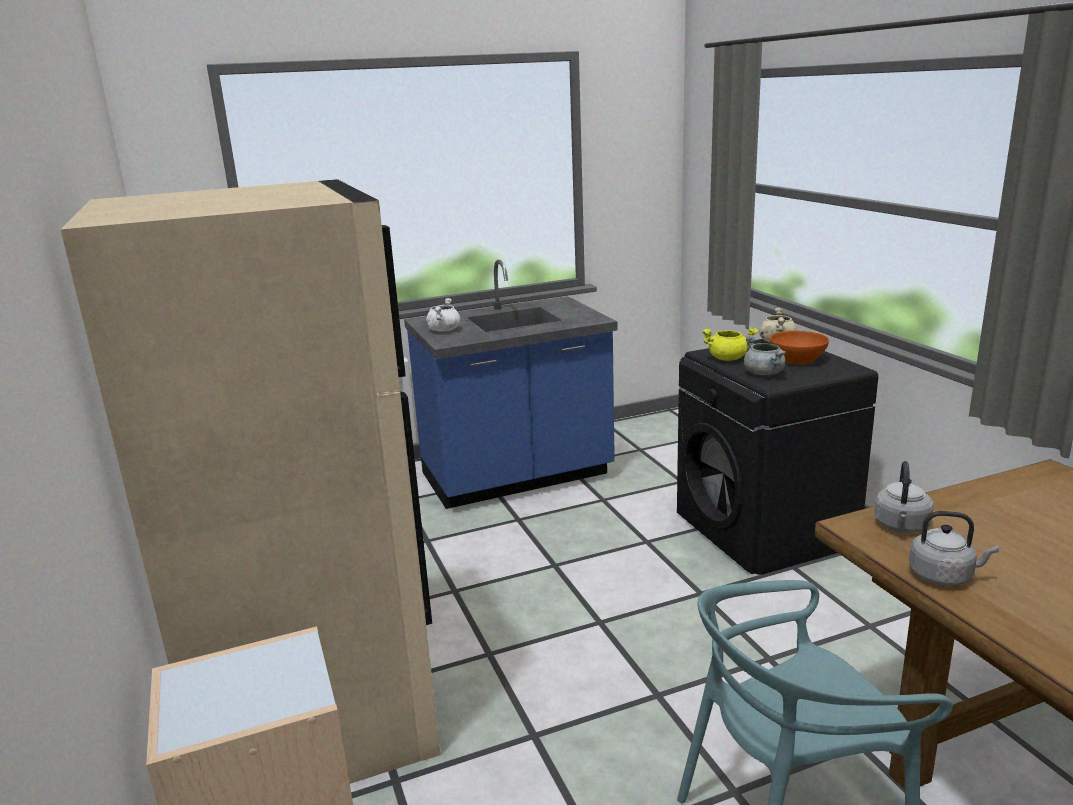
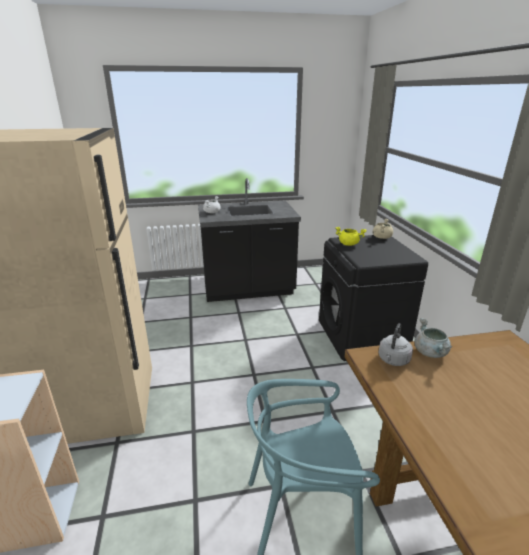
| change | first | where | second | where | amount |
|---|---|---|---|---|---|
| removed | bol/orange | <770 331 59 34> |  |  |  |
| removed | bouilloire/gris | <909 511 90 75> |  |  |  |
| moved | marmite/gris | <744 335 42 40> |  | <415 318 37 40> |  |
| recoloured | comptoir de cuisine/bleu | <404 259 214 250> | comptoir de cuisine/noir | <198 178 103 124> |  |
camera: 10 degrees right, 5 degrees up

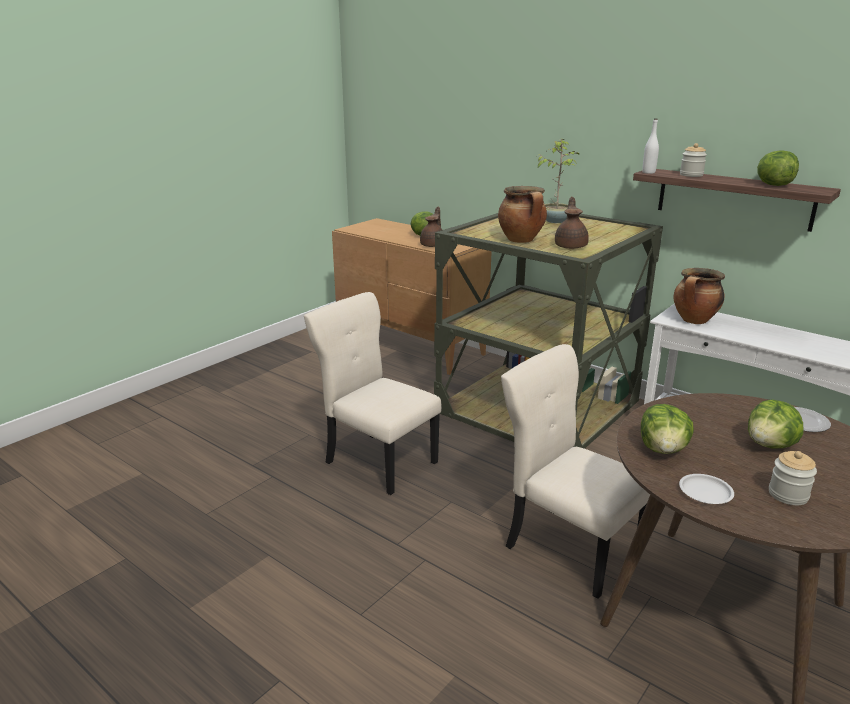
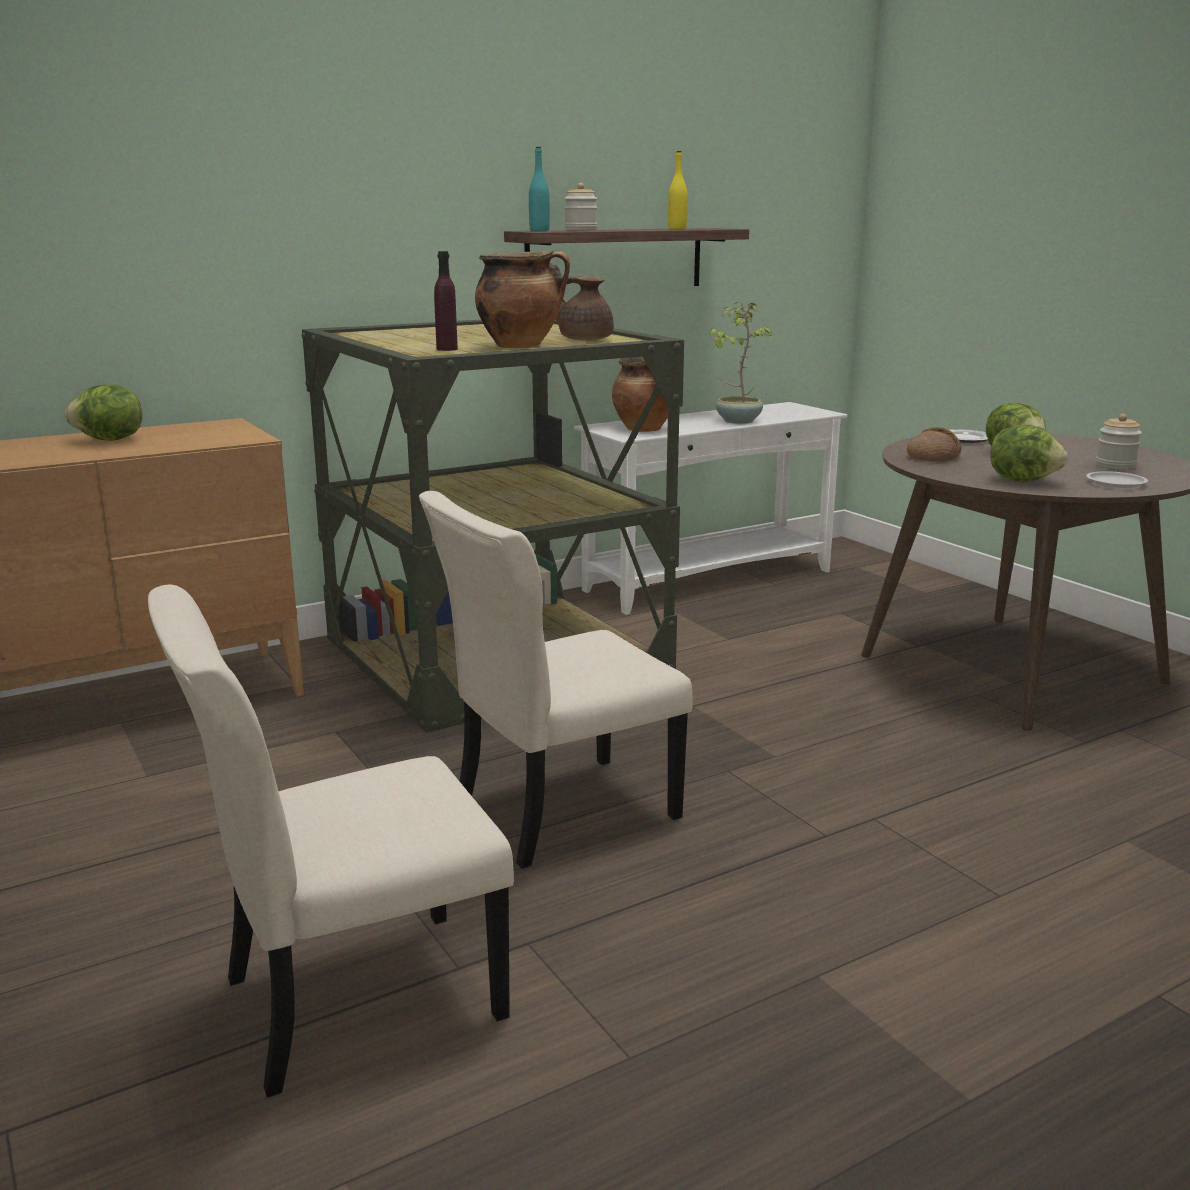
| change | first | where | second | where | amount |
|---|---|---|---|---|---|
| removed | théière/marron | <420 206 22 41> |  |  |  |
| added |  |  | bouteille/violet | <434 251 24 100> |  |
| added |  |  | pain | <907 427 55 34> |  |
| moved | chaise/beige | <501 344 149 255> |  | <148 585 366 513> |  |
| moved | plante en pot | <537 139 43 84> |  | <709 302 63 122> |  |
| replaced | laitue | <757 150 42 36> | bouteille/jaune | <668 151 20 78> |  |
| recoloured | bouteille/blanc | <642 118 17 56> | bouteille/turquoise | <529 147 21 84> |  |
camera: 70 degrees left, 5 degrees down

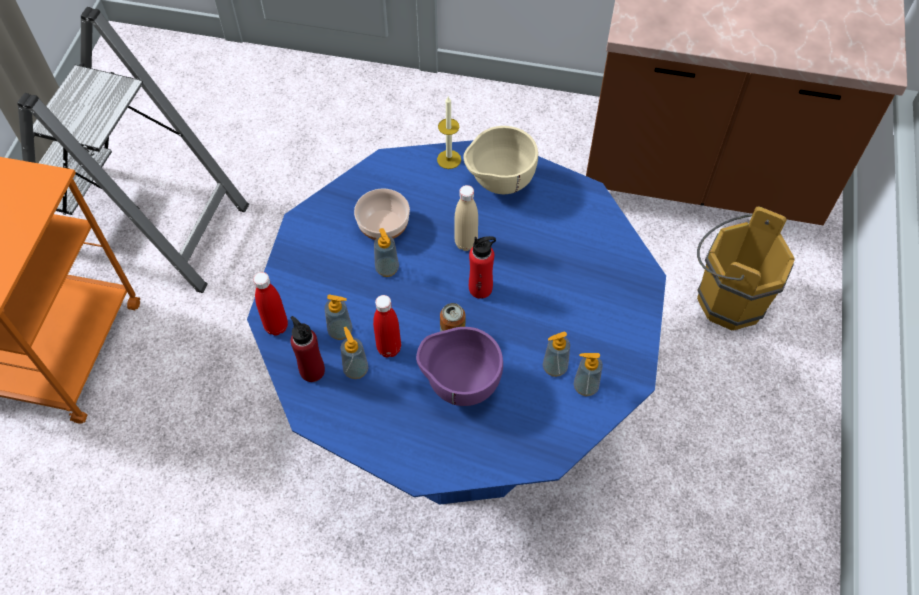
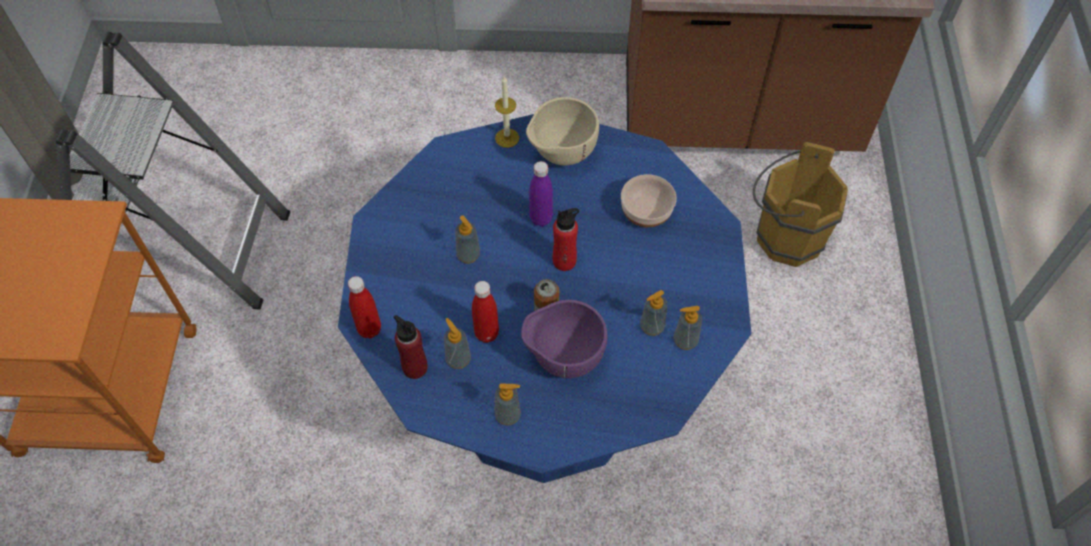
| change | first | where | second | where | amount |
|---|---|---|---|---|---|
| moved | distributeur de savon | <325 295 27 45> |  | <494 383 27 43> |  |
| moved | bol | <354 189 56 51> |  | <621 174 56 54> |  |
| recoloured | bouteille/beige | <455 185 23 66> | bouteille/violet | <529 161 24 66> |  |
camera: 10 degrees left, 0 degrees up

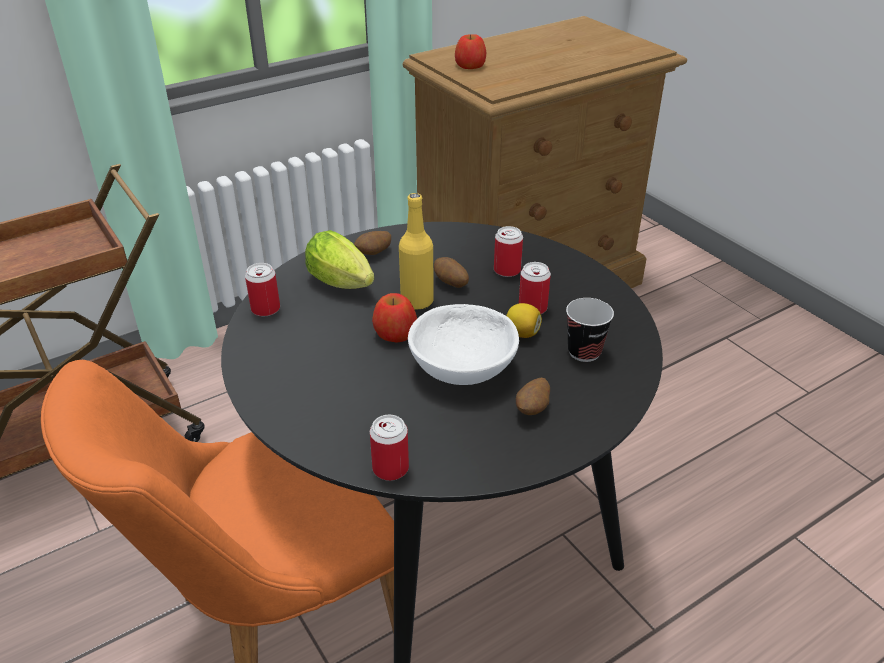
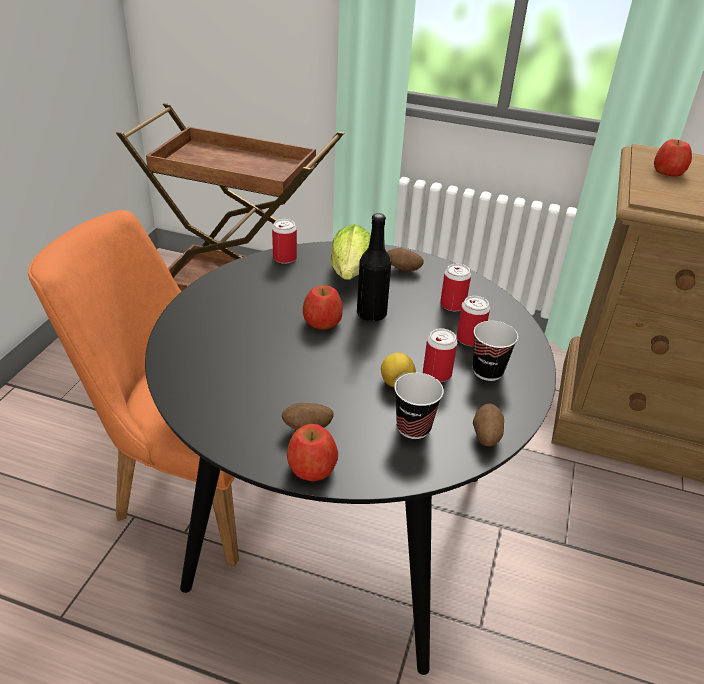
| change | first | where | second | where | amount |
|---|---|---|---|---|---|
| removed | bol/blanc | <408 304 111 81> |  |  |  |
| added |  |  | pomme | <287 424 51 57> |  |
| added |  |  | tasse | <473 321 45 60> |  |
| moved | boîte métallique | <370 415 39 66> |  | <440 263 31 48> |  |
| moved | pomme de terre | <434 257 35 31> |  | <473 403 31 44> |  |
| recoloured | bouteille/jaune | <399 193 35 117> | bouteille/noir | <357 213 34 108> |  |
camera: 50 degrees right, 0 degrees up

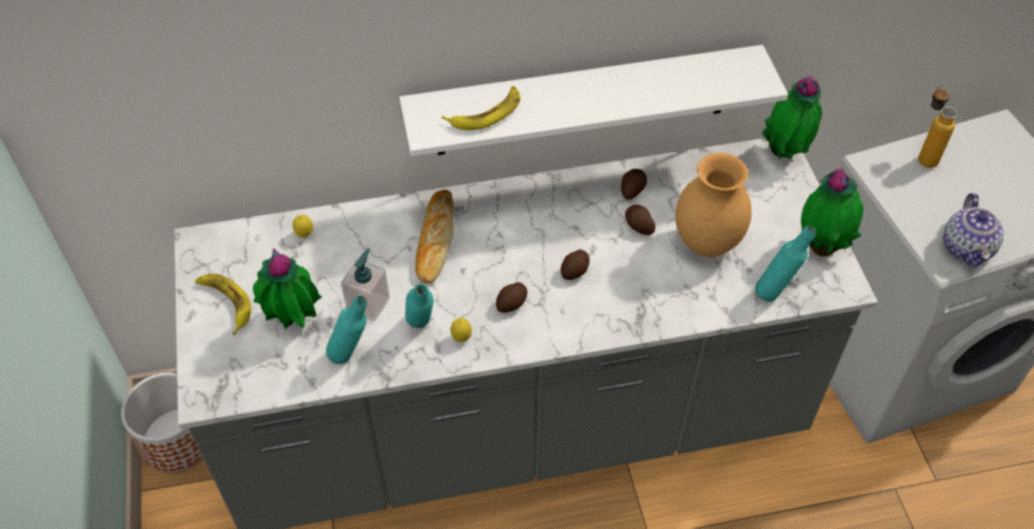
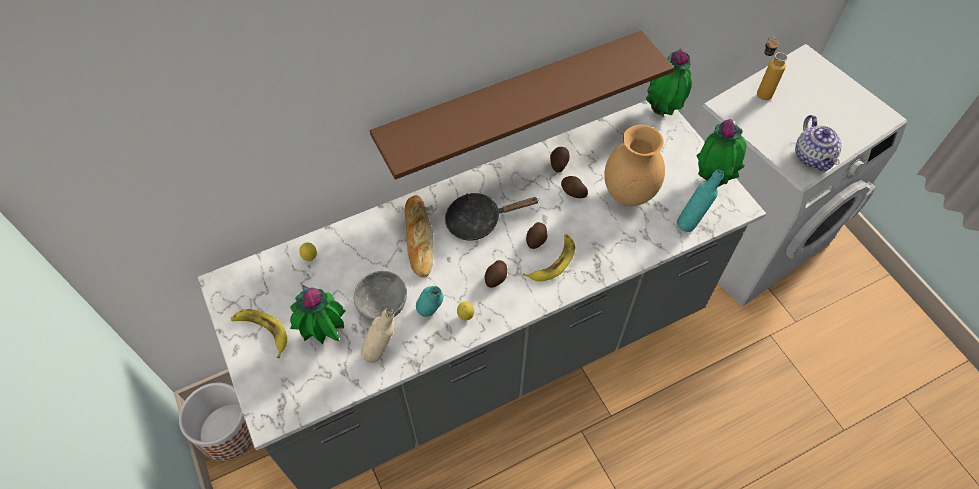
| change | first | where | second | where | amount |
|---|---|---|---|---|---|
| added |  |  | poêle/noir | <445 193 95 48> |  |
| moved | banane | <442 86 79 44> |  | <523 234 52 47> |  |
| replaced | distributeur de savon | <341 249 49 73> | bol/gris | <354 271 53 50> |  |
| recoloured | bouteille/turquoise | <326 295 41 69> | bouteille/beige | <361 308 33 55> |  |
| recoloured | étagère/blanc | <399 45 389 111> | étagère/marron | <370 31 305 149> |  |
camera: 15 degrees left, 5 degrees up

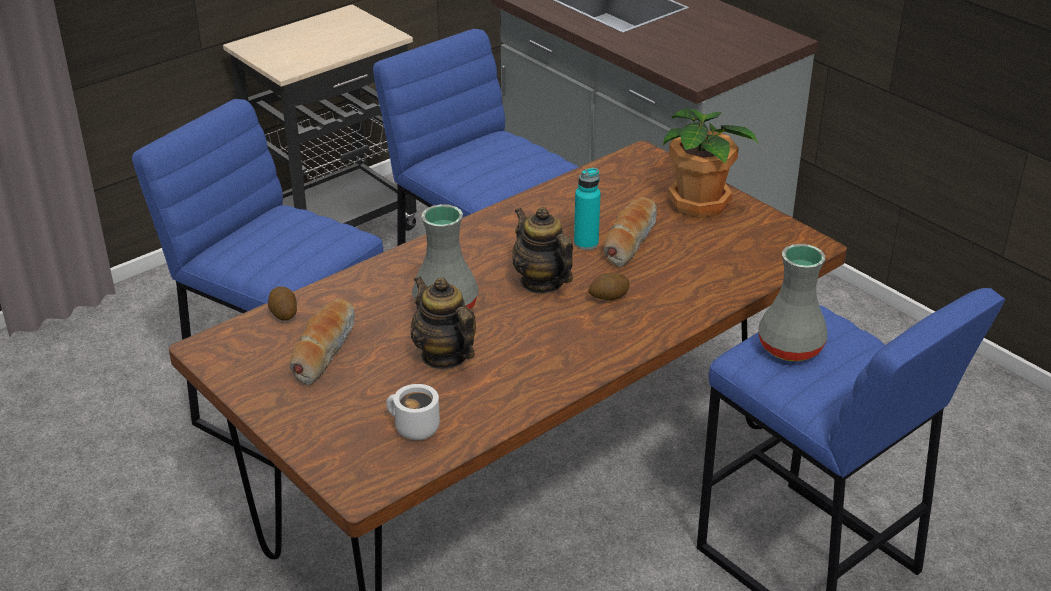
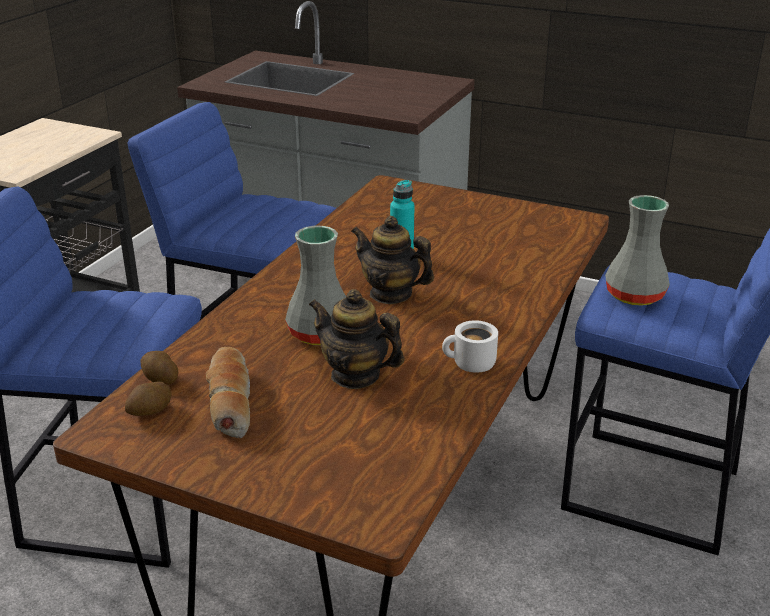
| change | first | where | second | where | amount |
|---|---|---|---|---|---|
| removed | pain | <604 197 53 71> |  |  |  |
| removed | plante en pot | <663 108 95 110> |  |  |  |
| moved | mug/blanc | <386 384 54 56> |  | <442 320 56 53> |  |
| moved | pomme de terre | <588 273 42 27> |  | <125 381 46 35> |  |
camera: 25 degrees left, 5 degrees down

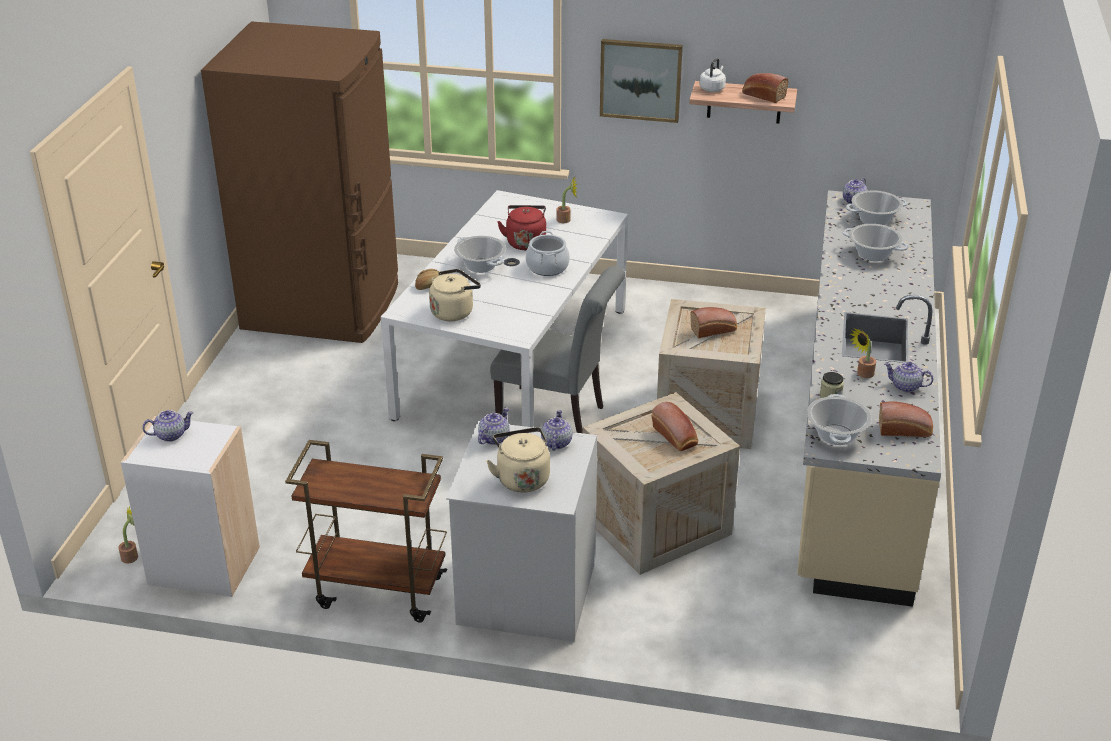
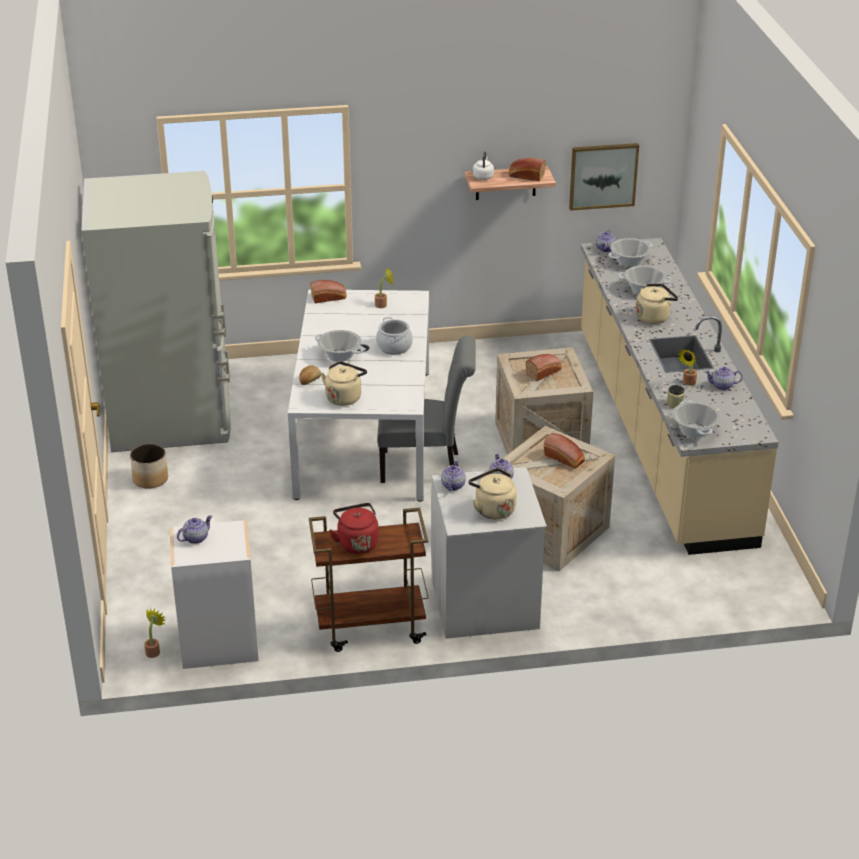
| change | first | where | second | where | amount |
|---|---|---|---|---|---|
| added |  |  | cache-pot | <130 444 38 45> |  |
| added |  |  | bouilloire/beige | <636 284 42 40> |  |
| moved | bouilloire/rouge | <497 205 49 45> |  | <329 503 50 51> |  |
| moved | tableau | <600 39 83 84> |  | <569 143 70 68> |  |
| moved | pain | <879 402 54 35> |  | <310 280 36 24> |  |
| recoloured | réfrigérateur/marron | <201 21 197 322> | réfrigérateur/blanc | <81 171 149 281> |  |
camera: 20 degrees left, 0 degrees up

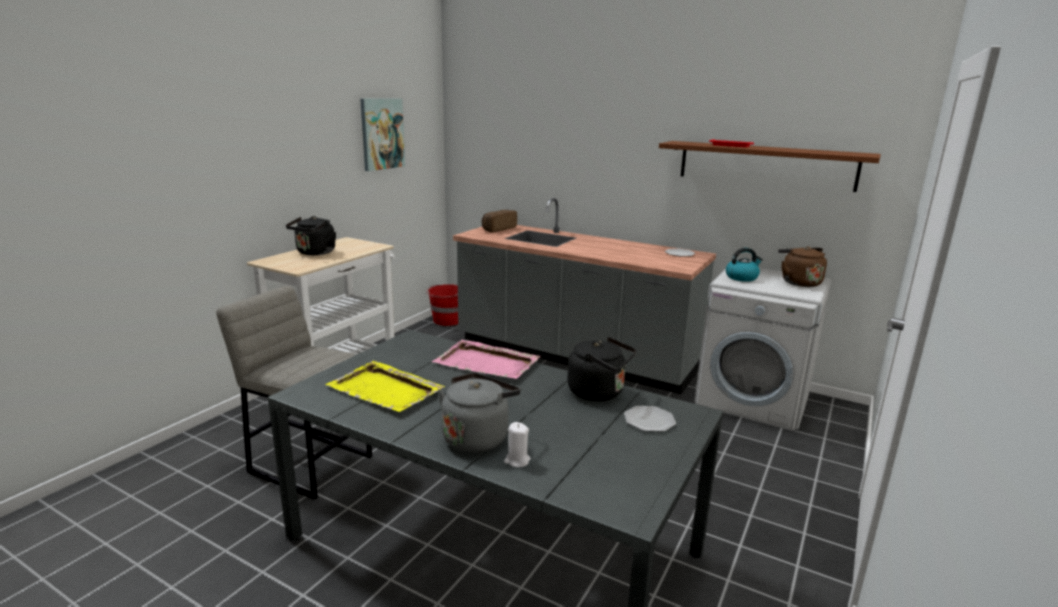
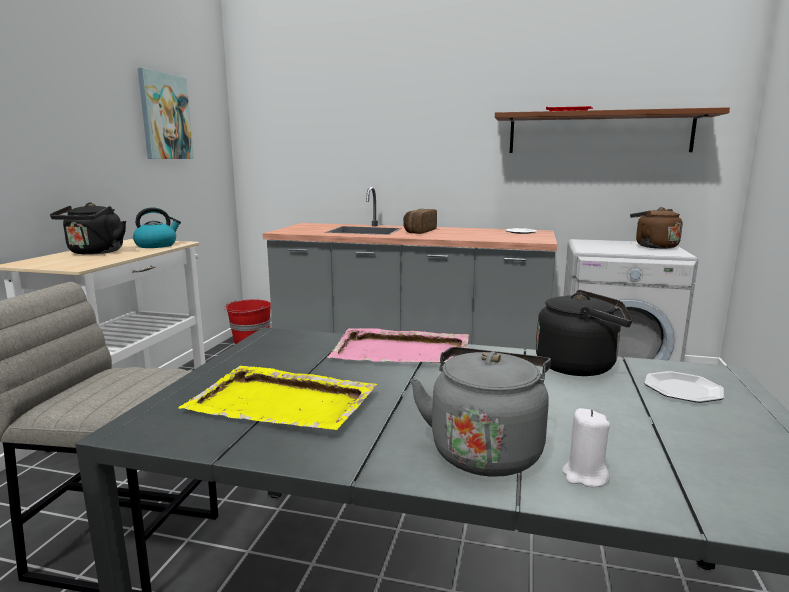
| change | first | where | second | where | amount |
|---|---|---|---|---|---|
| moved | pain | <482 210 35 22> |  | <403 209 34 25> |  |
| moved | bouilloire | <726 248 37 34> |  | <133 207 48 41> |  |
camera: 15 degrees left, 5 degrees down

